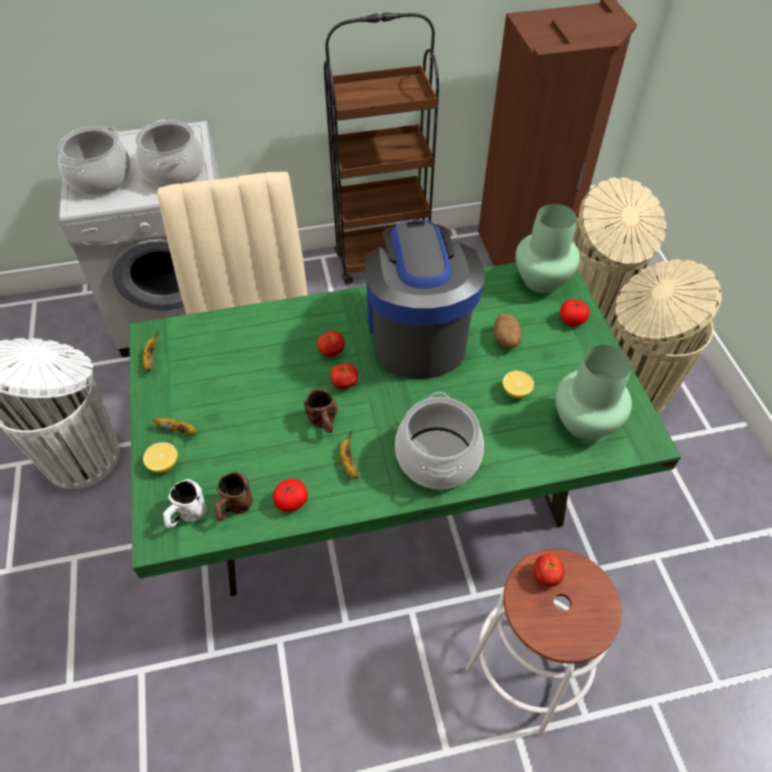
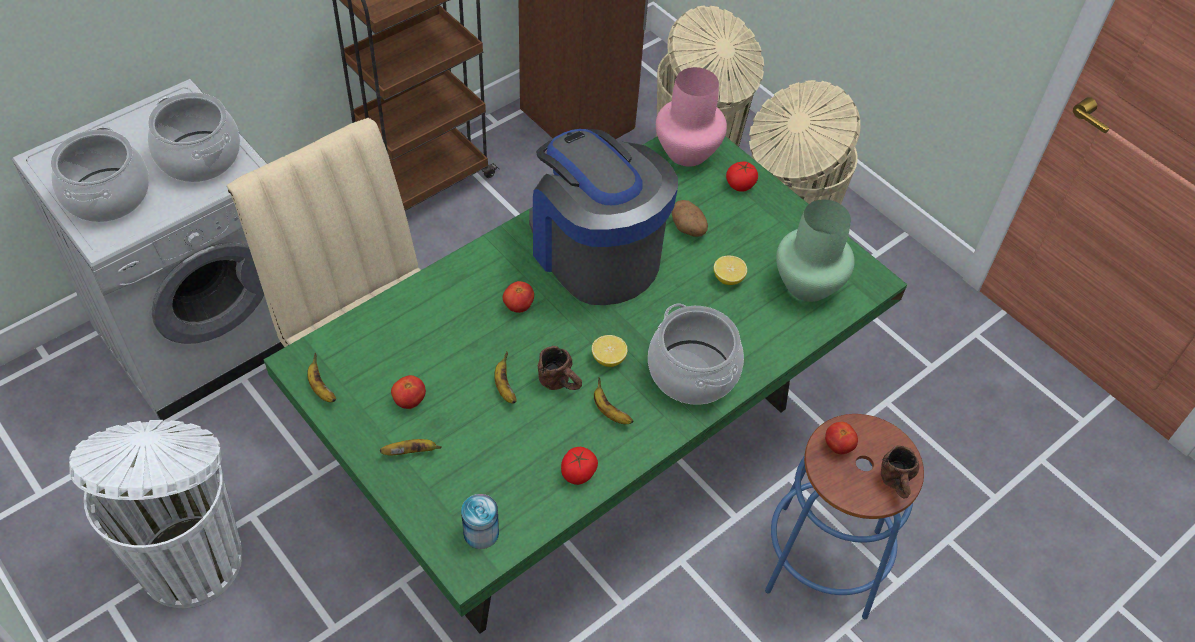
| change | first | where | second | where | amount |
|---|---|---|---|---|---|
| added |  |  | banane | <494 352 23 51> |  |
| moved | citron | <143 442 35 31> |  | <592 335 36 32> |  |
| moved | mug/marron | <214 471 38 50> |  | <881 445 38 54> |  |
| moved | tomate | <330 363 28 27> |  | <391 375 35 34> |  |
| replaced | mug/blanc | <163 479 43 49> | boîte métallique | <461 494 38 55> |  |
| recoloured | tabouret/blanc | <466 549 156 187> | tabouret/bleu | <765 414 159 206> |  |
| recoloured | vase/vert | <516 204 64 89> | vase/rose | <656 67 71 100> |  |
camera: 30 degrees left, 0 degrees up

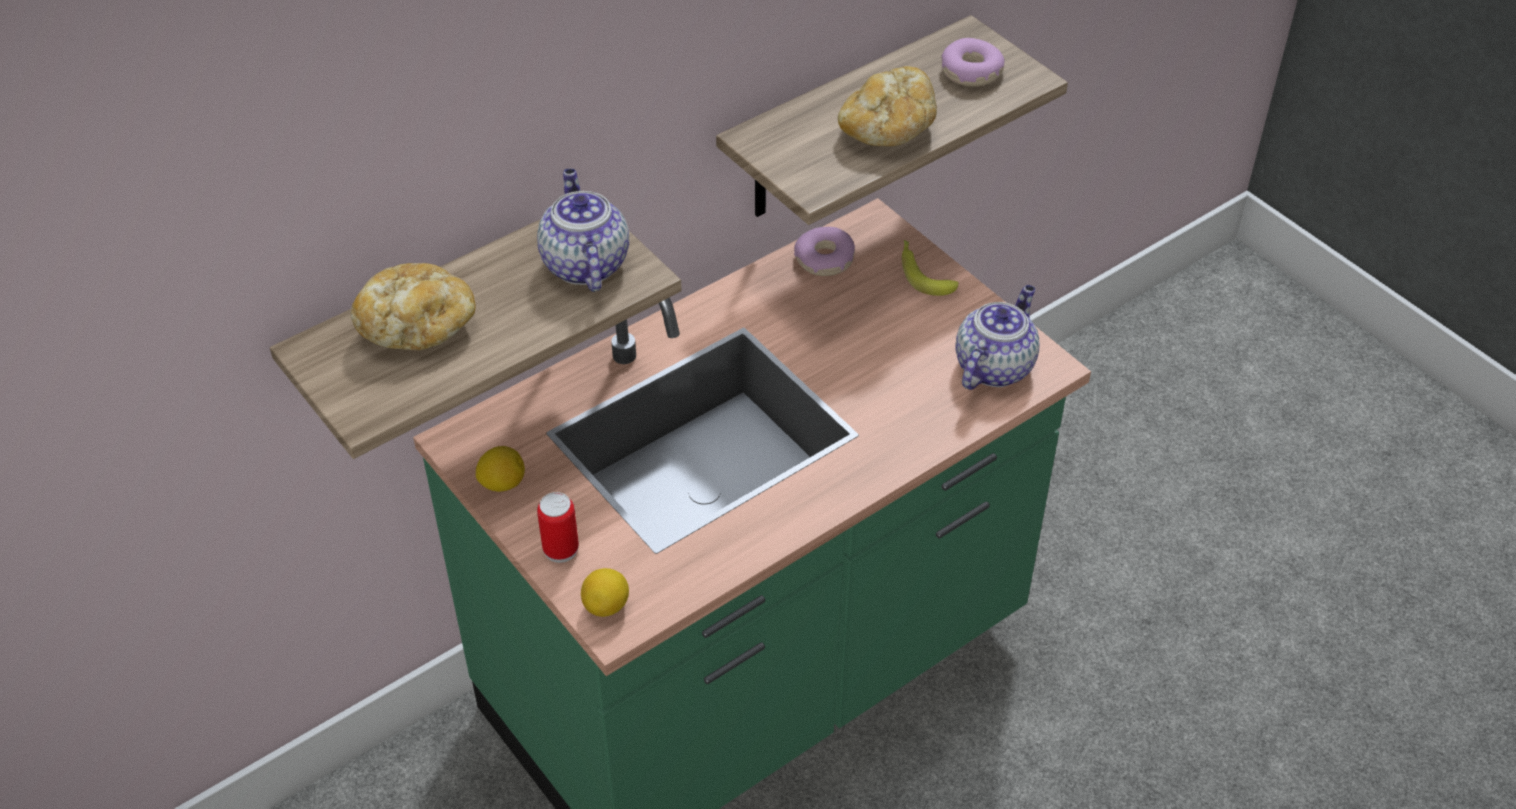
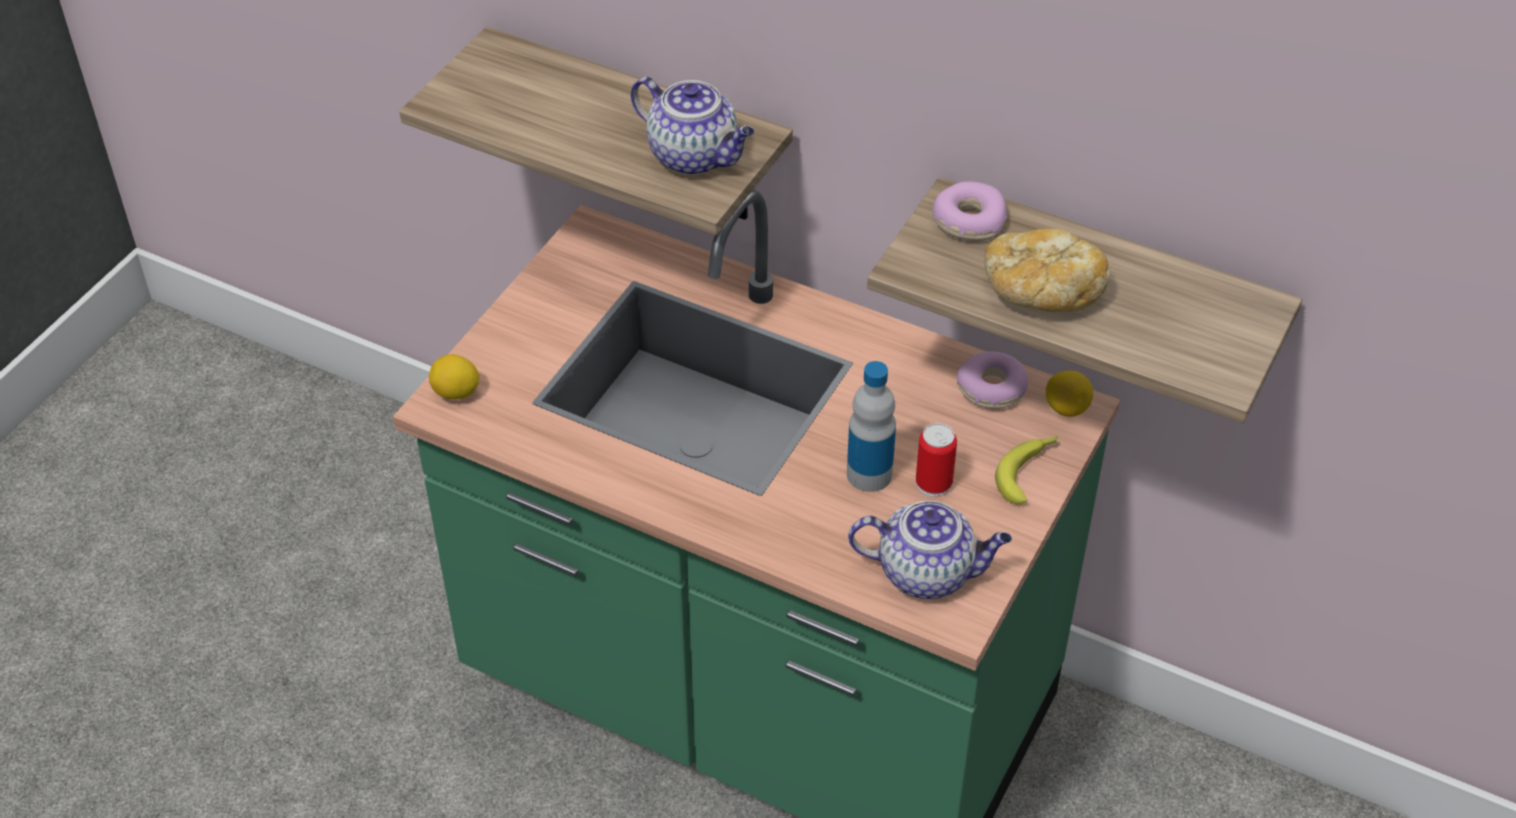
| change | first | where | second | where | amount |
|---|---|---|---|---|---|
| removed | pain | <350 263 126 87> |  |  |  |
| added |  |  | bouteille | <847 361 49 131> |  |
| moved | citron | <476 446 49 46> |  | <1046 371 47 46> |  |
| moved | boîte métallique | <537 492 42 71> |  | <916 423 41 74> |  |
| moved | beignet | <941 38 64 49> |  | <932 181 75 60> |  |
| turned | théière | <537 169 92 123> |  | <631 77 124 98> | 75 degrees clockwise |
camera: 65 degrees right, 0 degrees up

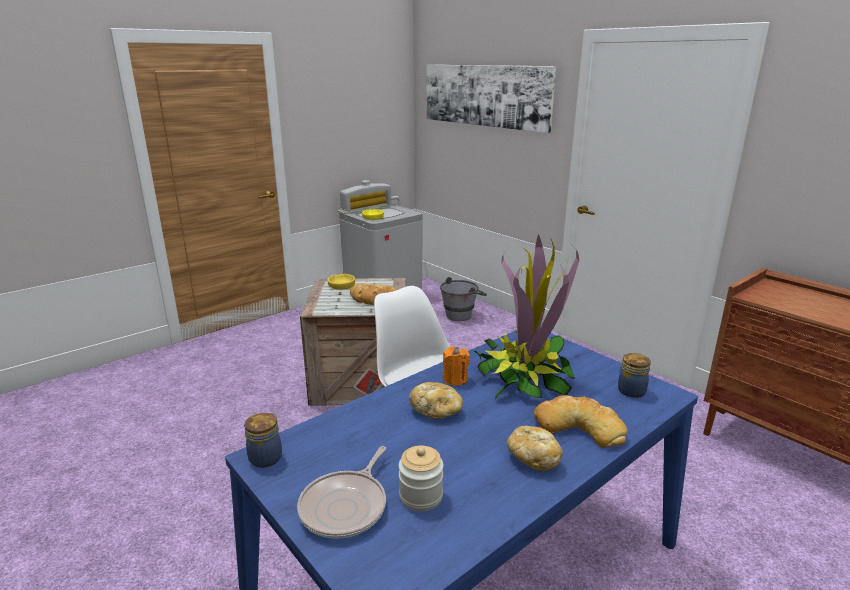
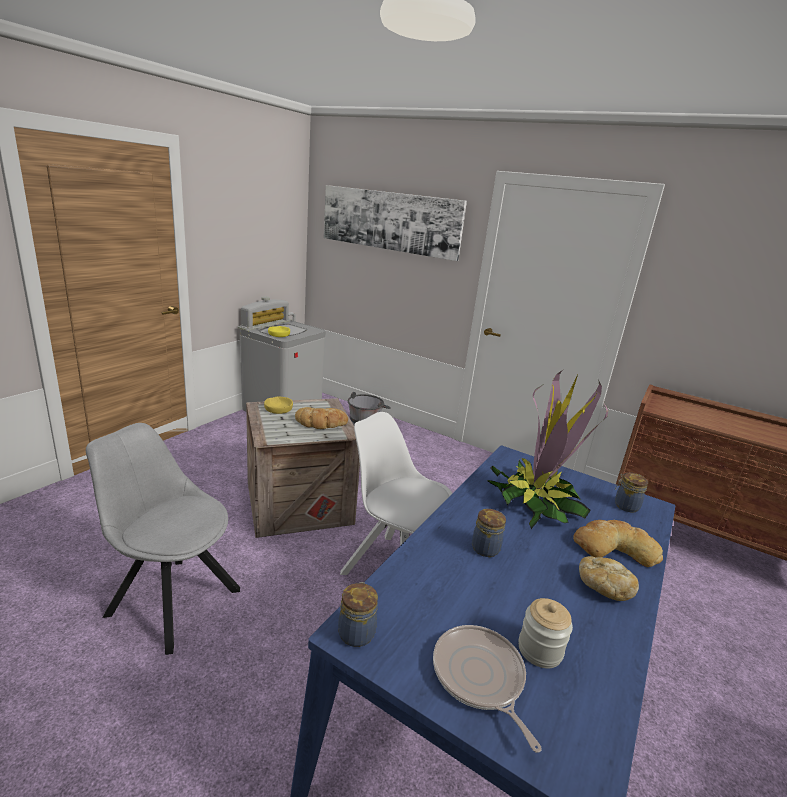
| change | first | where | second | where | amount |
|---|---|---|---|---|---|
| removed | bougie/orange | <443 346 27 40> |  |  |  |
| added |  |  | chaise/gris | <86 423 154 232> |  |
| replaced | pain | <409 382 54 37> | bocal | <472 509 34 48> |  |
| turned | poêle | <297 446 89 93> |  | <433 625 109 128> | 150 degrees clockwise |
camera: 20 degrees left, 0 degrees up

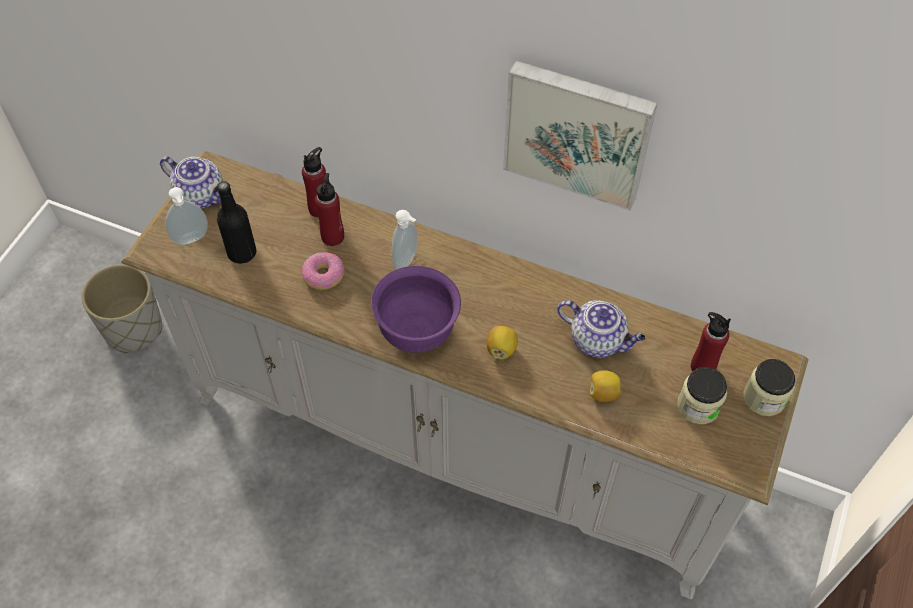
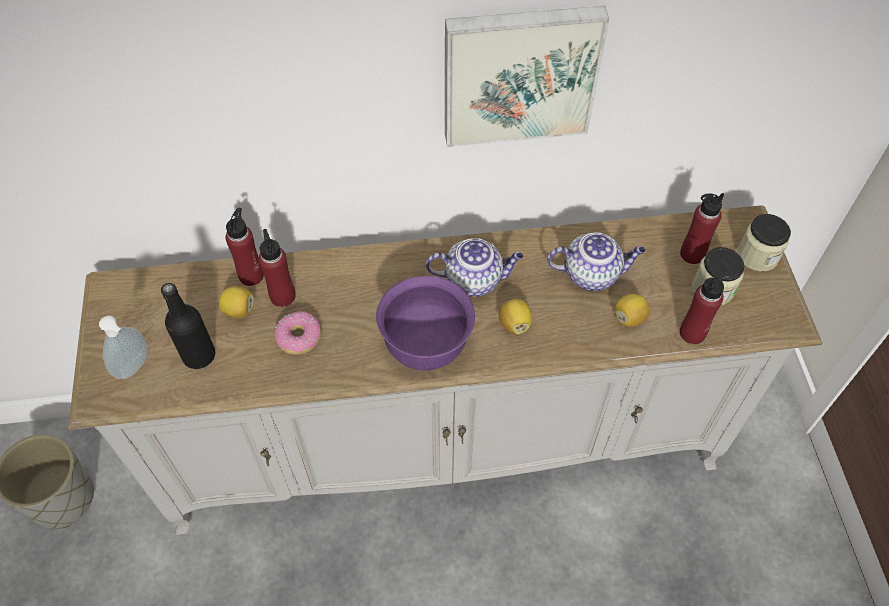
| change | first | where | second | where | amount |
|---|---|---|---|---|---|
| removed | distributeur de savon | <392 210 26 59> |  |  |  |
| added |  |  | citron | <219 286 35 32> |  |
| added |  |  | bouteille/rouge | <680 269 46 75> |  |
| moved | théière | <160 156 63 53> |  | <426 238 98 59> |  |
camera: 30 degrees left, 0 degrees up

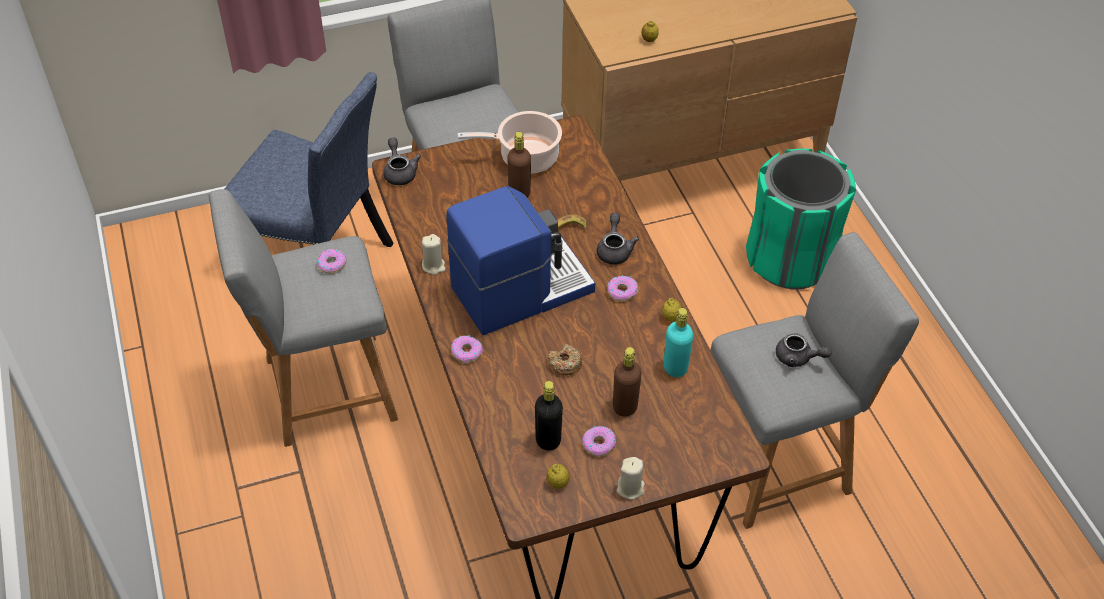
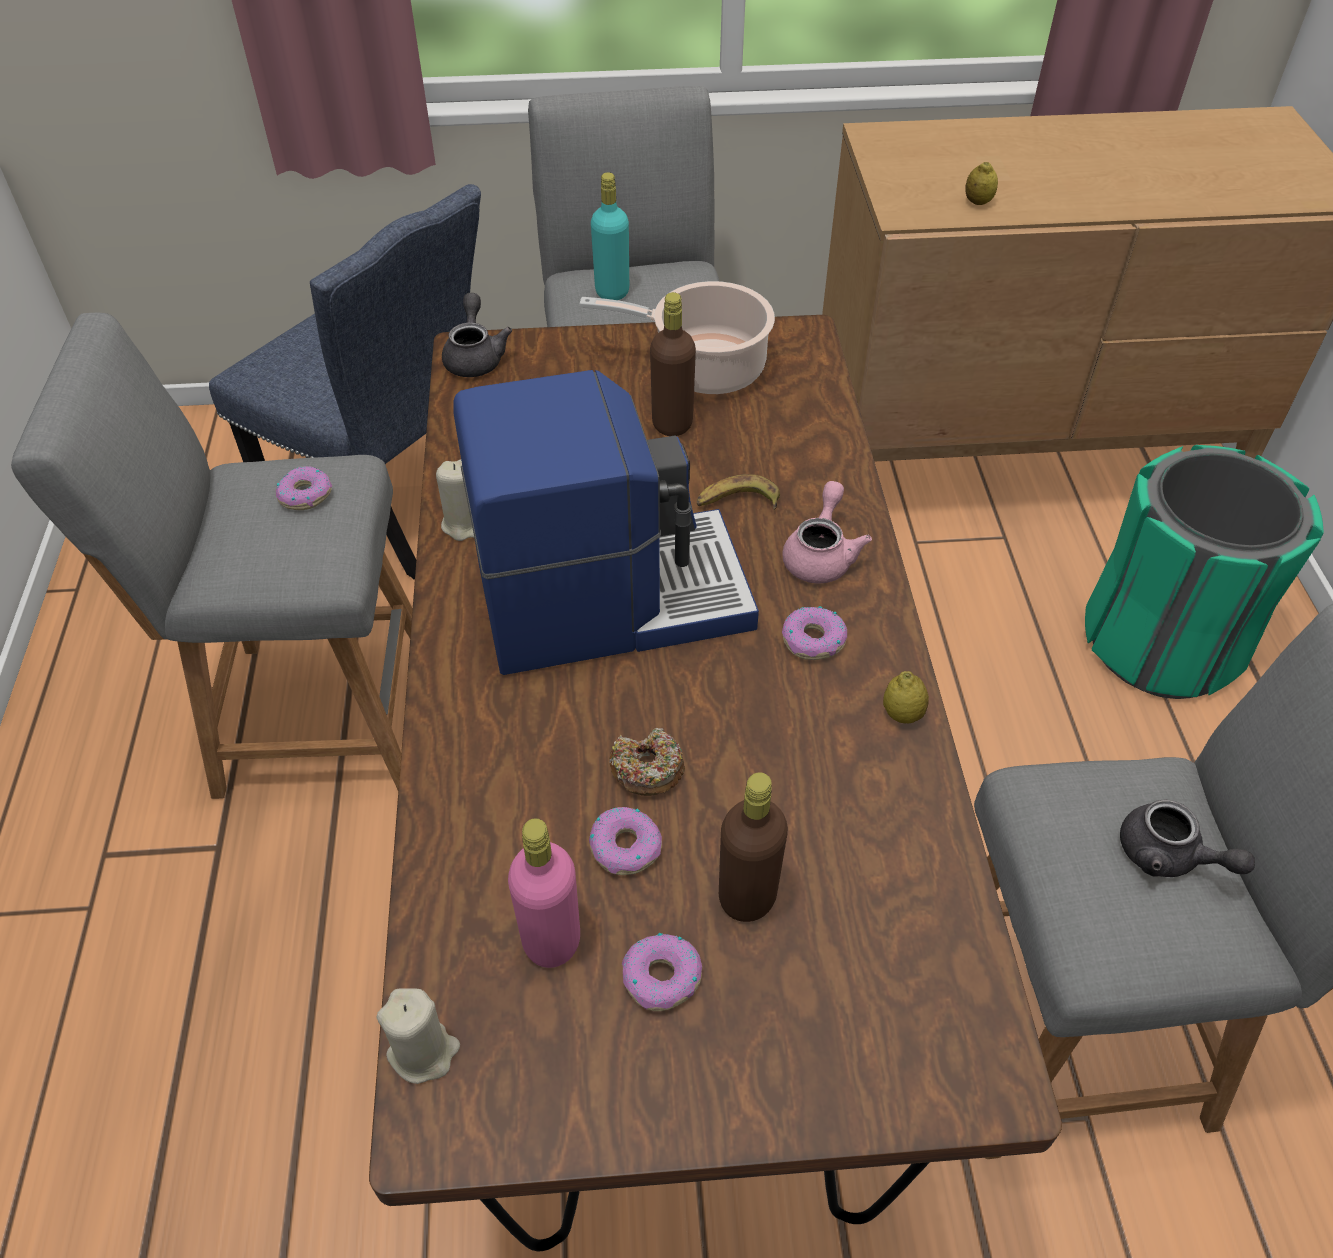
| change | first | where | second | where | amount |
|---|---|---|---|---|---|
| removed | citron | <547 464 23 25> |  |  |  |
| moved | beignet | <451 335 32 28> |  | <589 807 73 68> |  |
| moved | bougie/beige | <617 457 28 43> |  | <376 988 84 96> |  |
| moved | bouteille/turquoise | <663 308 30 69> |  | <591 172 38 128> |  |
| recoloured | bouteille/noir | <535 381 28 69> | bouteille/rose | <508 818 72 150> |  |
| recoloured | théière/gris | <597 213 42 52> | théière/rose | <782 481 90 102> |  |
camera: 15 degrees right, 0 degrees up

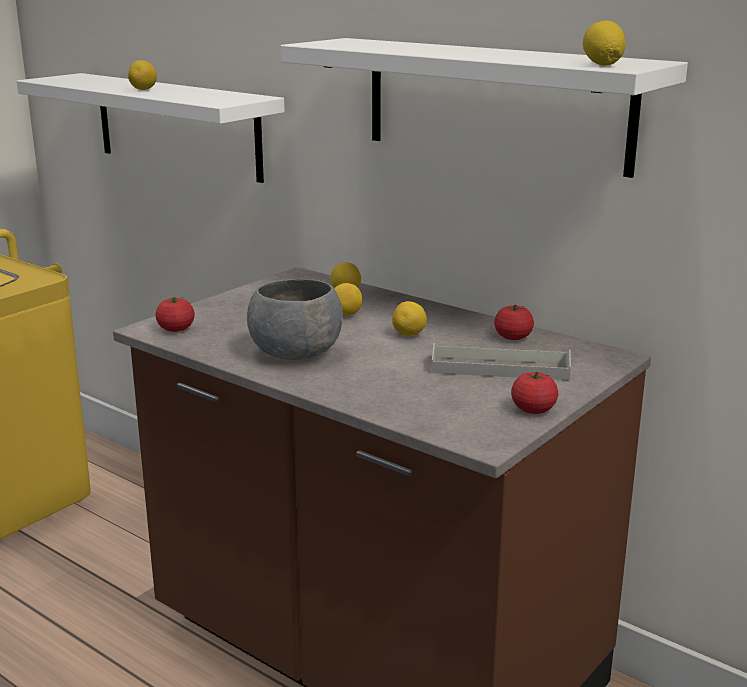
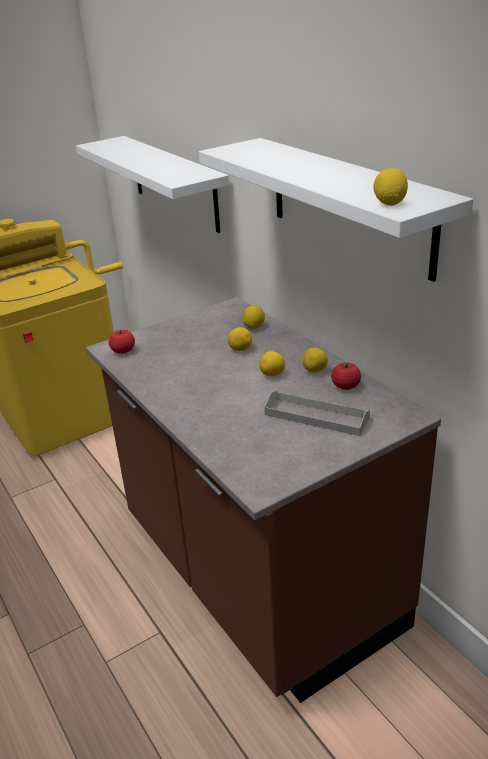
| change | first | where | second | where | amount |
|---|---|---|---|---|---|
| removed | bol/gris | <247 279 96 81> |  |  |  |
| removed | tomate | <511 371 47 43> |  |  |  |
| moved | citron | <128 60 29 30> |  | <302 348 26 25> |  |
camera: 20 degrees right, 10 degrees up

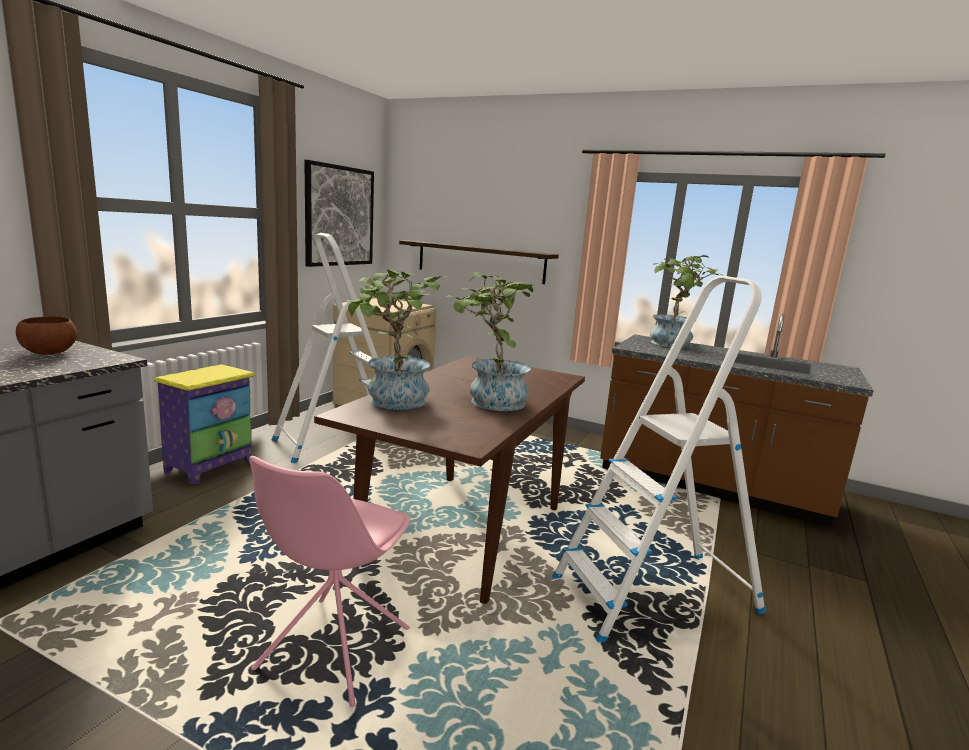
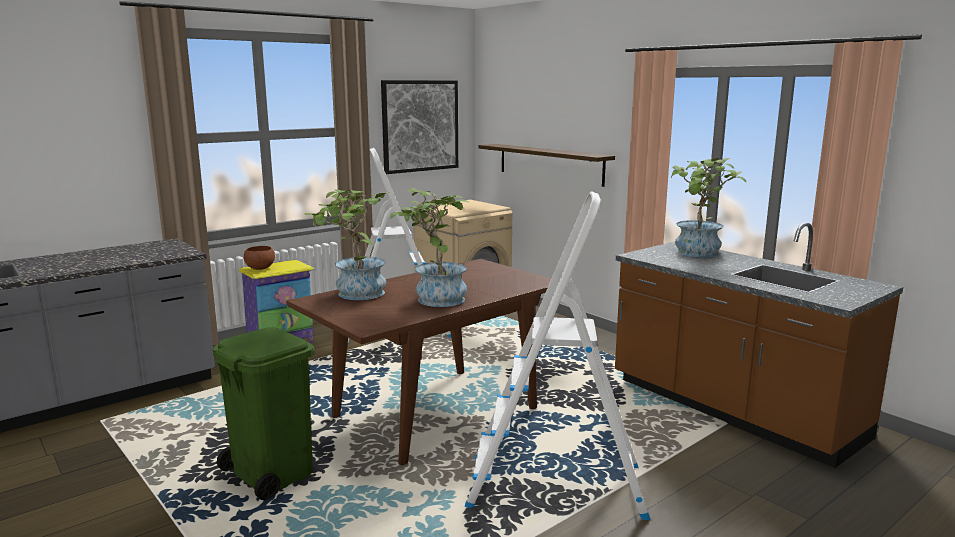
| change | first | where | second | where | amount |
|---|---|---|---|---|---|
| moved | bol/marron | <16 316 61 39> |  | <244 246 31 24> |  |
| replaced | chaise/rose | <249 456 161 251> | poubelle/vert | <213 327 102 173> |  |
camera: 25 degrees right, 0 degrees up

